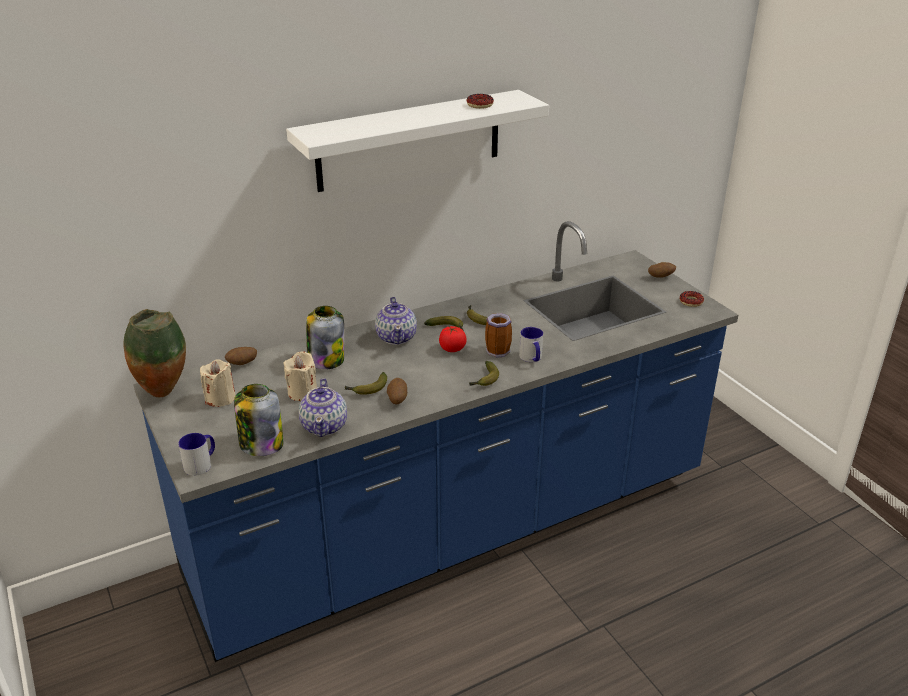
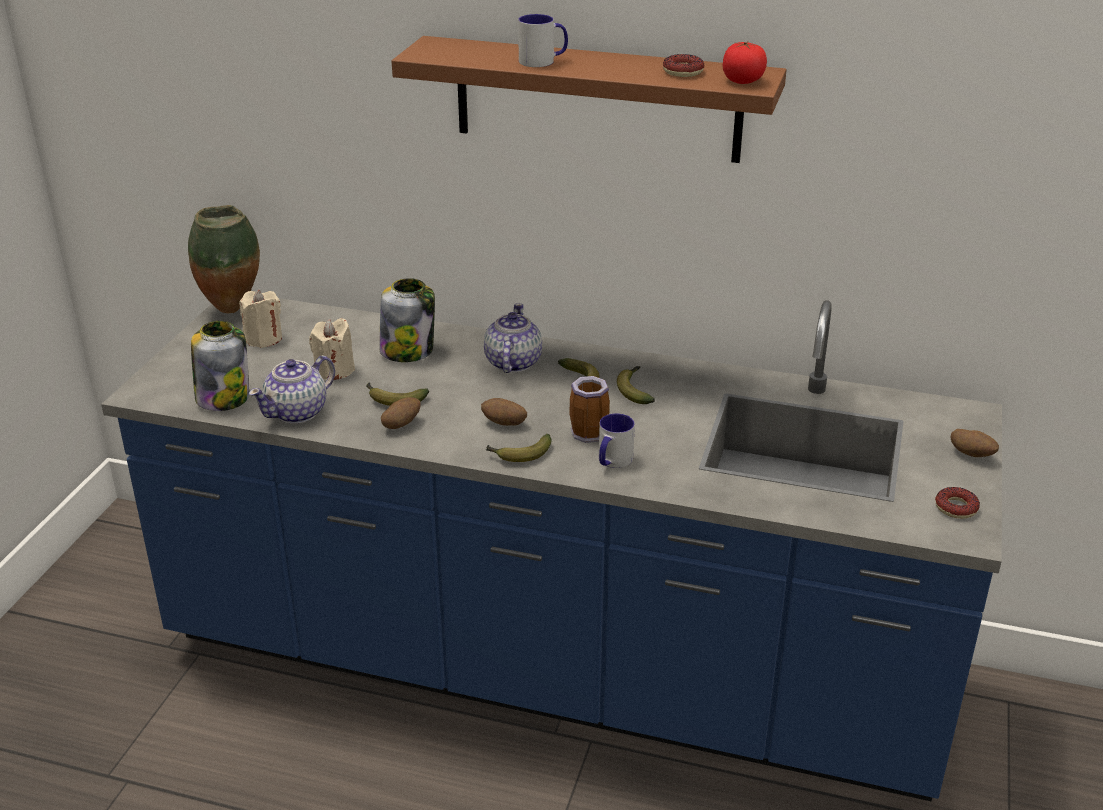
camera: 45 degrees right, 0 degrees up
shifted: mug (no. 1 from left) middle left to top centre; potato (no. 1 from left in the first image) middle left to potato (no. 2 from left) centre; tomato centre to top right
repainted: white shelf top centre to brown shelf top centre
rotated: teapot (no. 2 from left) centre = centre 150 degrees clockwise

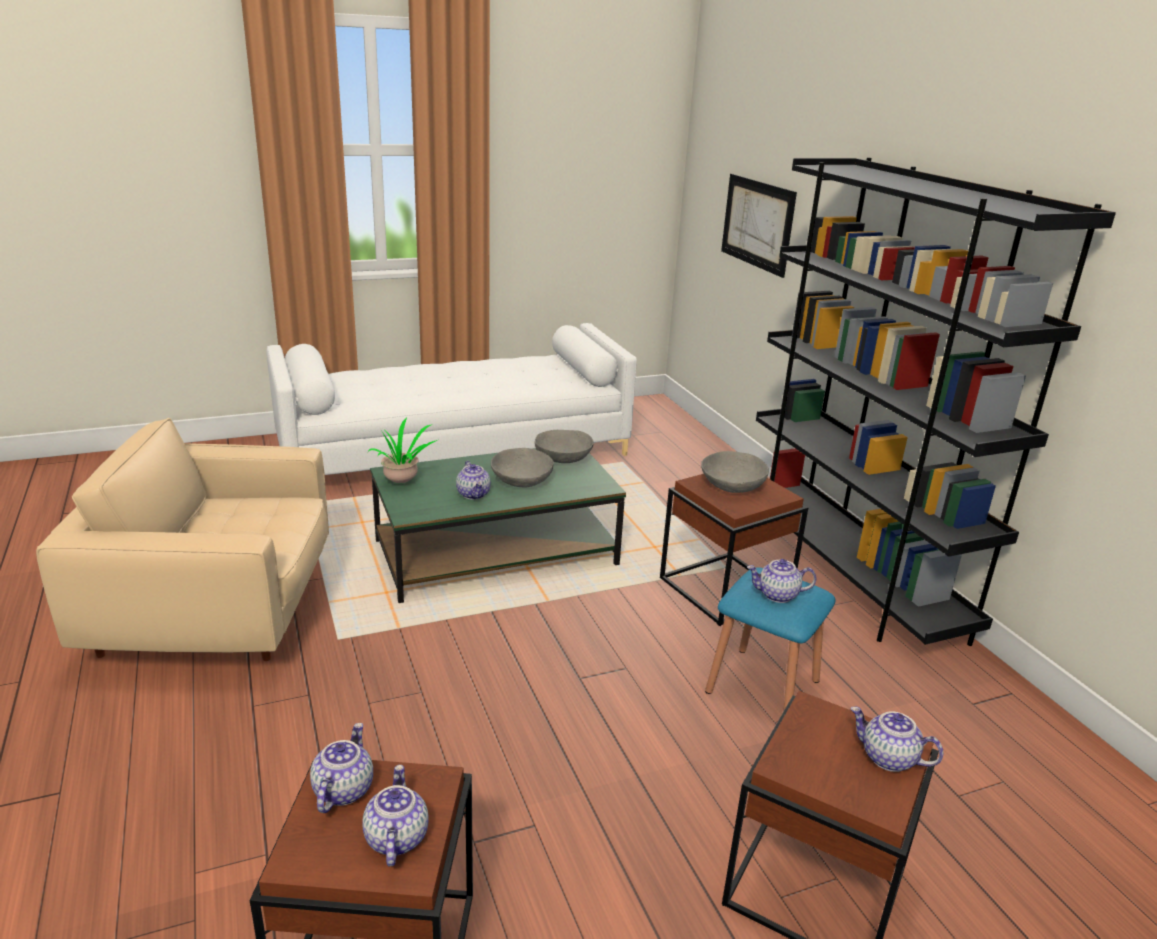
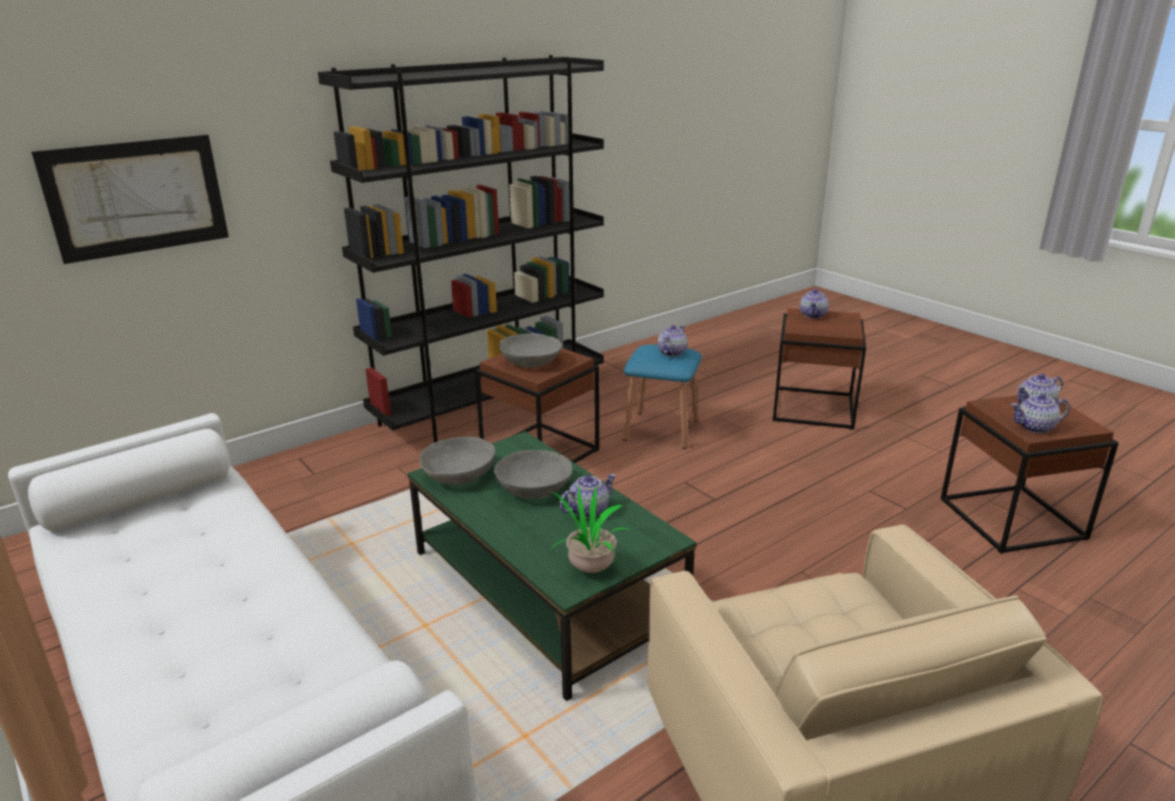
camera: 105 degrees left, 0 degrees up
rotated: teapot (no. 4 from left in the first image) middle right = centre 135 degrees counterclockwise

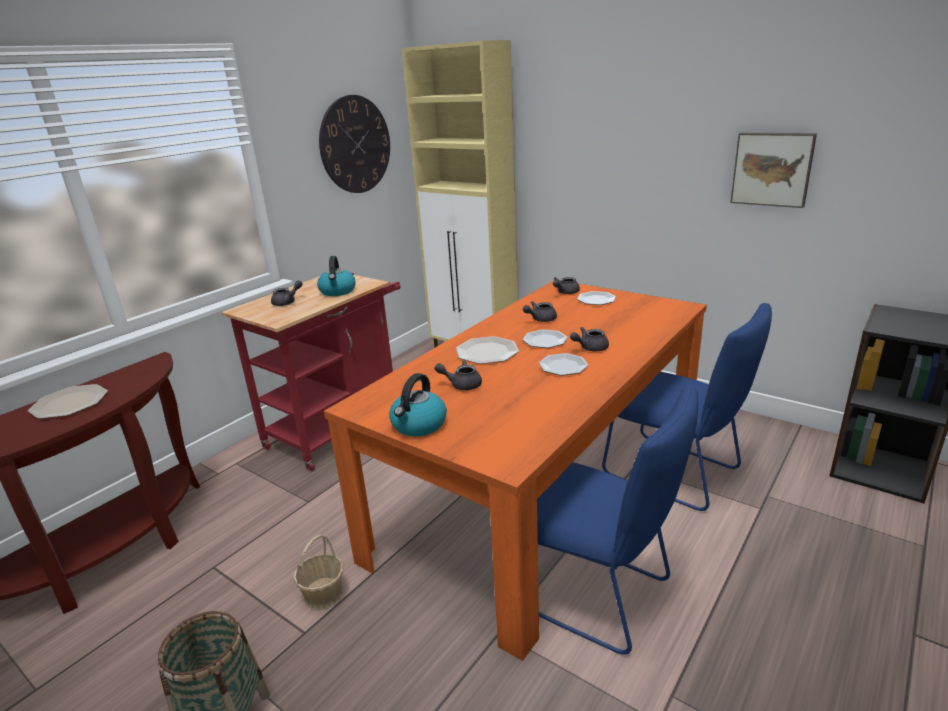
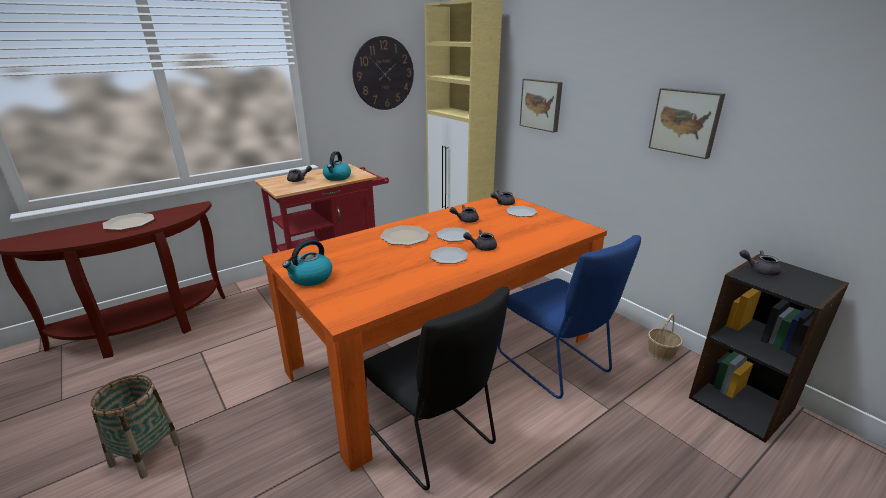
camera: 15 degrees right, 0 degrees up
new: picture (no. 1 from left) top centre
shifted: basket (no. 2 from left) bottom centre to bottom right; grey teapot (no. 2 from left in the first image) centre to grey teapot (no. 5 from left) middle right
repainted: blue chair (no. 1 from left) bottom centre to black chair bottom centre

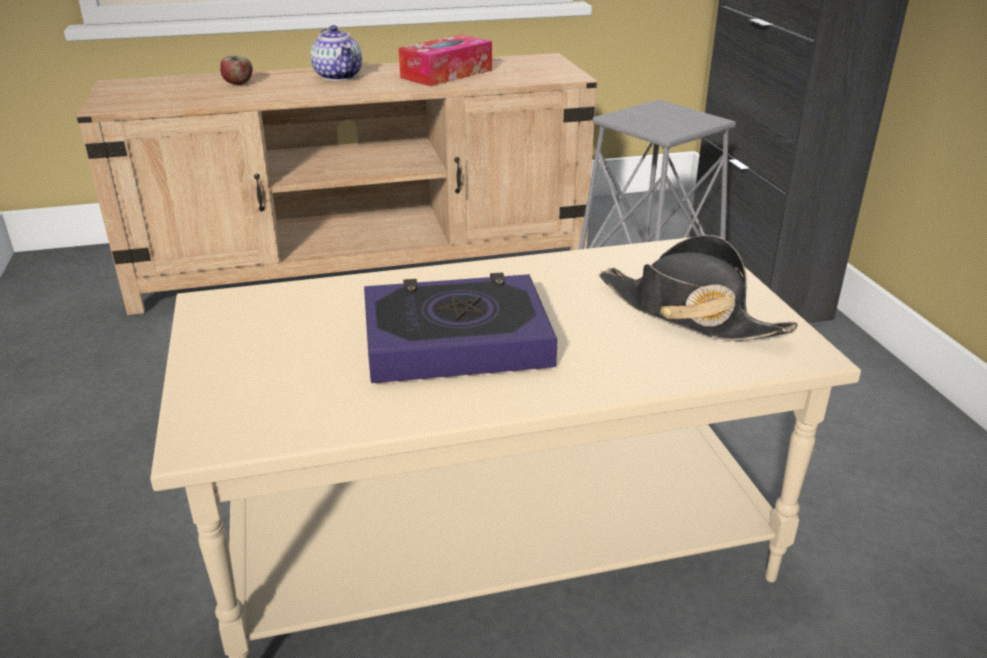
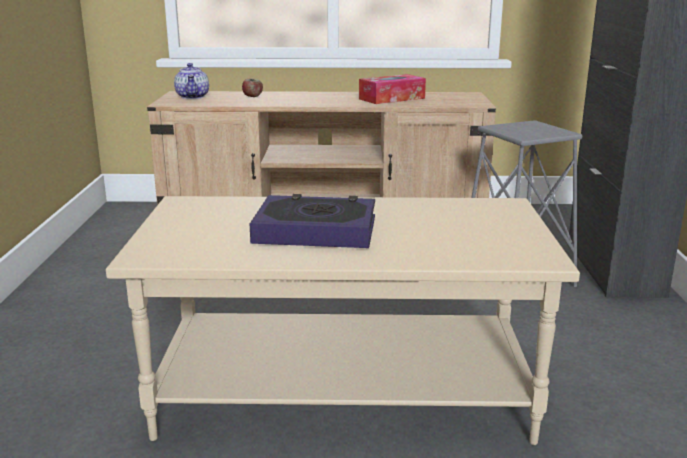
camera: 15 degrees right, 10 degrees down
gone: black hat middle right
shifted: teapot top centre to top left

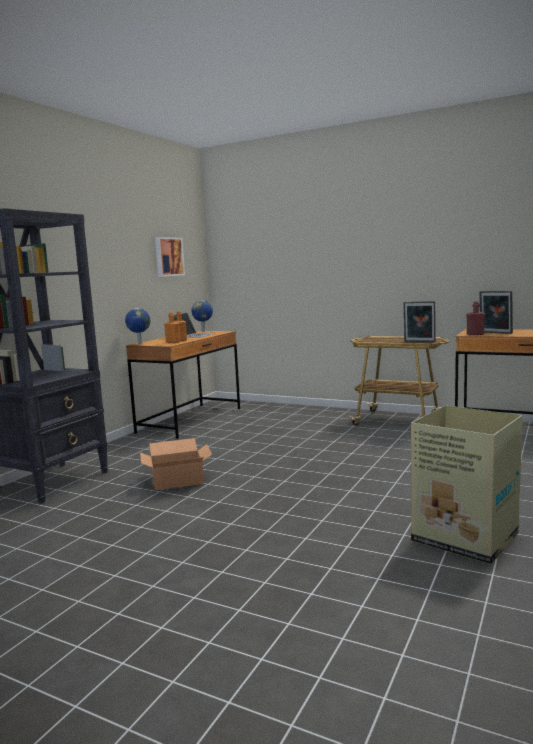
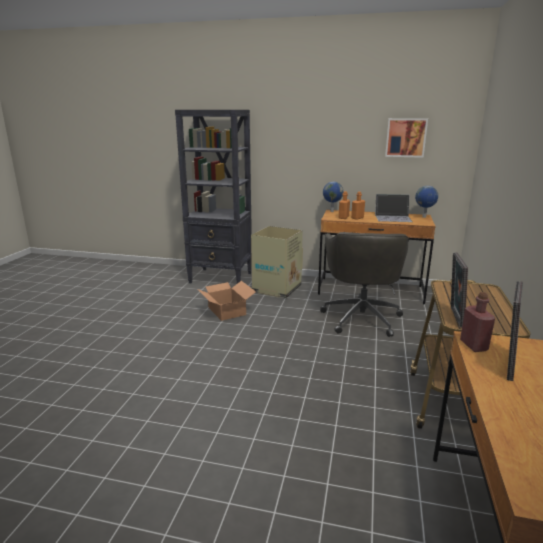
camera: 75 degrees right, 10 degrees up
new: grey office chair middle right
shifted: cardboard box (no. 2 from left) middle right to centre

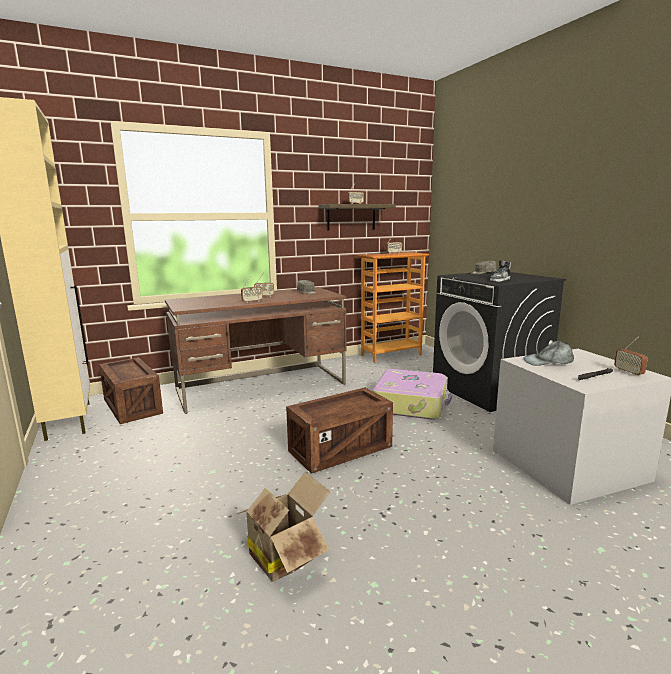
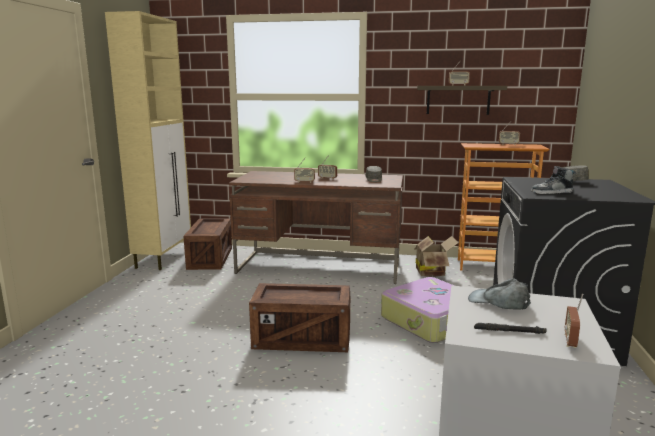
camera: 35 degrees right, 0 degrees up
shifted: cardboard box bottom centre to centre

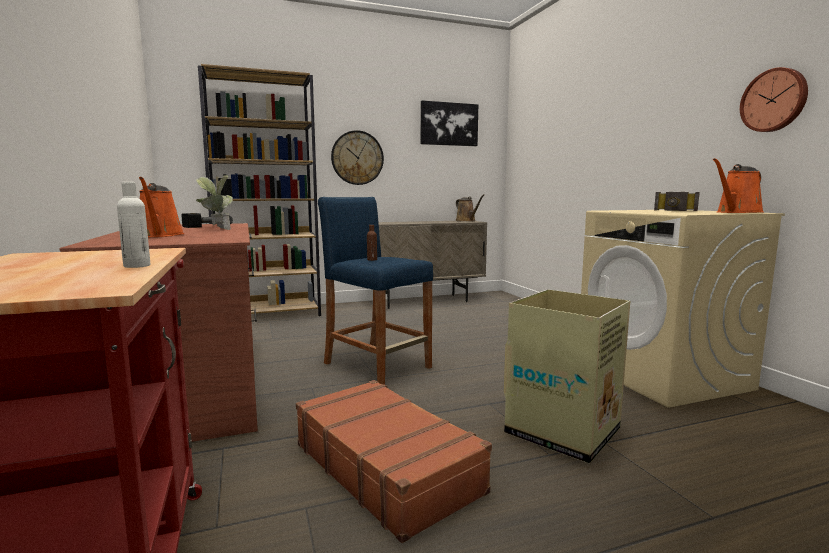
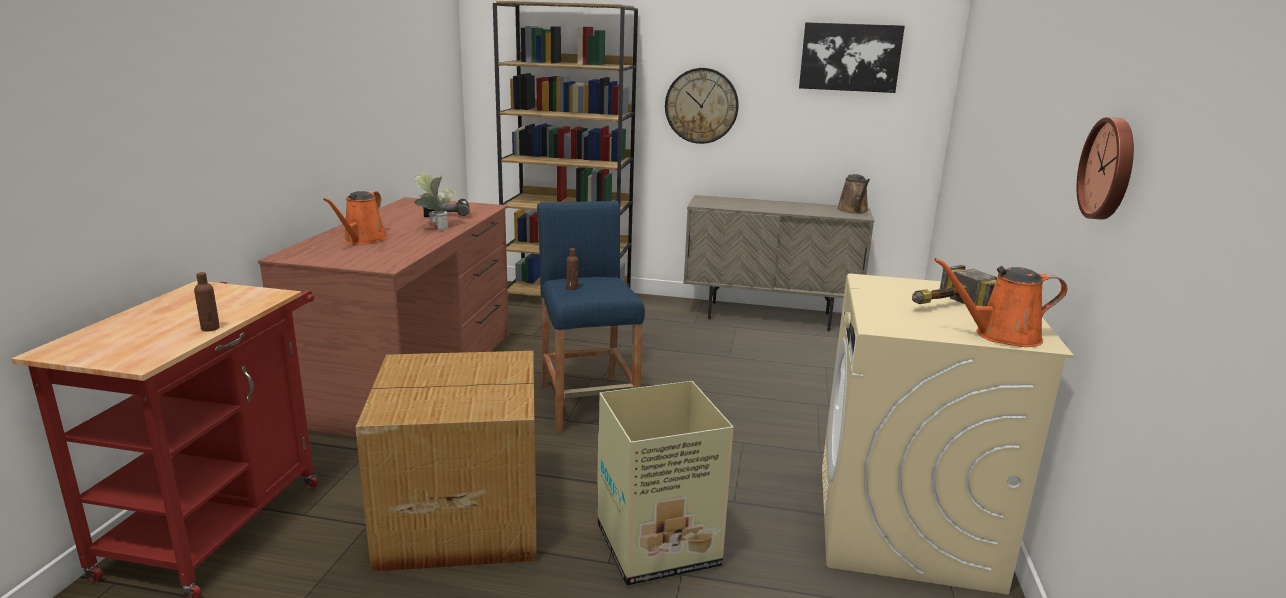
camera: 30 degrees right, 10 degrees up
swapped: brown suitcase bottom centre to cardboard box (no. 1 from left) bottom centre
repainted: white bottle middle left to brown bottle (no. 1 from left) middle left

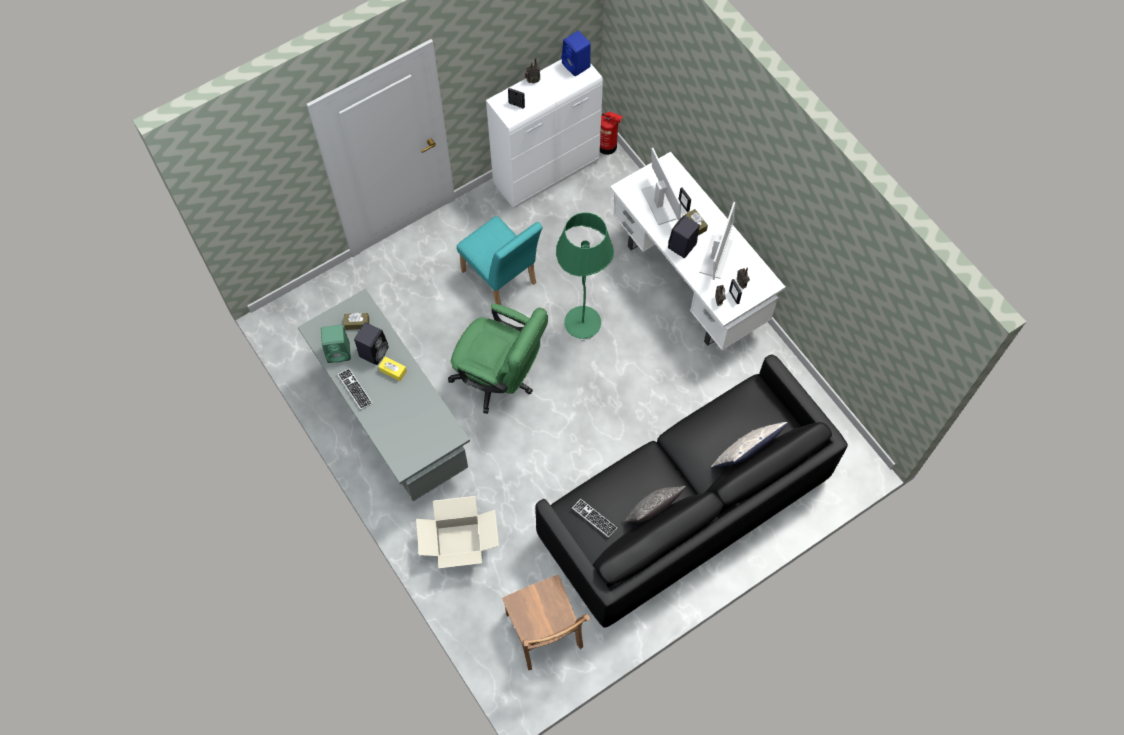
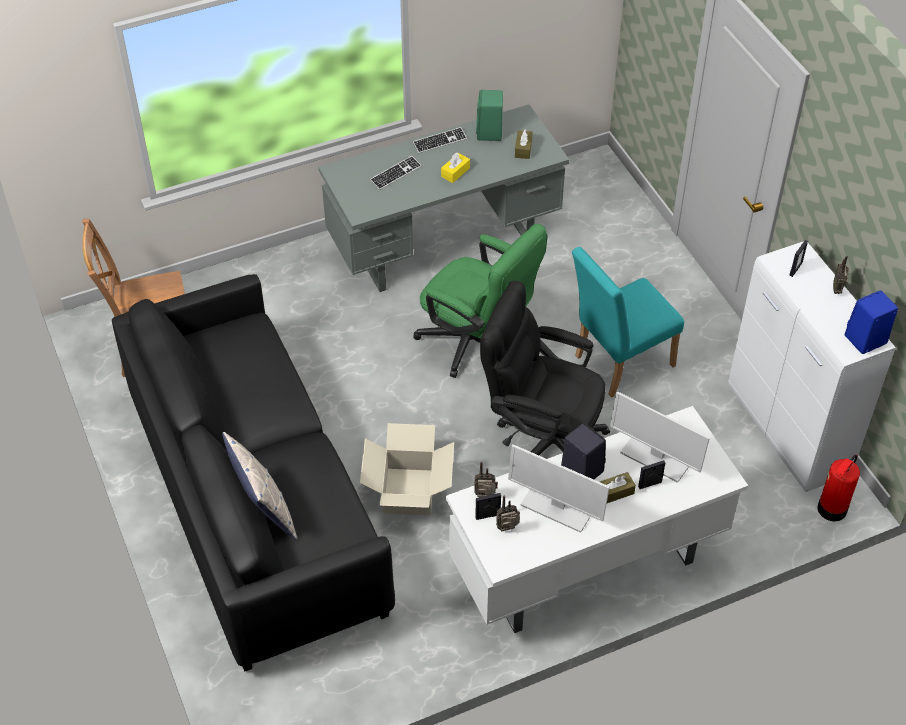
camera: 100 degrees right, 15 degrees down
gone: black speaker (no. 1 from left) middle left; pillow (no. 1 from left) bottom centre
shifted: cardboard box bottom centre to centre; keyboard (no. 2 from left in the first image) bottom centre to keyboard (no. 1 from left) top centre
swapped: green floor lamp centre to black office chair centre
rotated: green office chair centre = centre 90 degrees counterclockwise; monitor (no. 1 from left in the first image) top centre = middle right 45 degrees clockwise

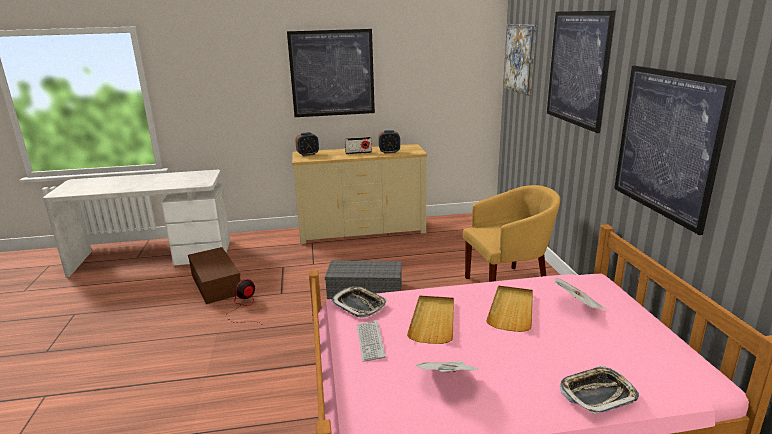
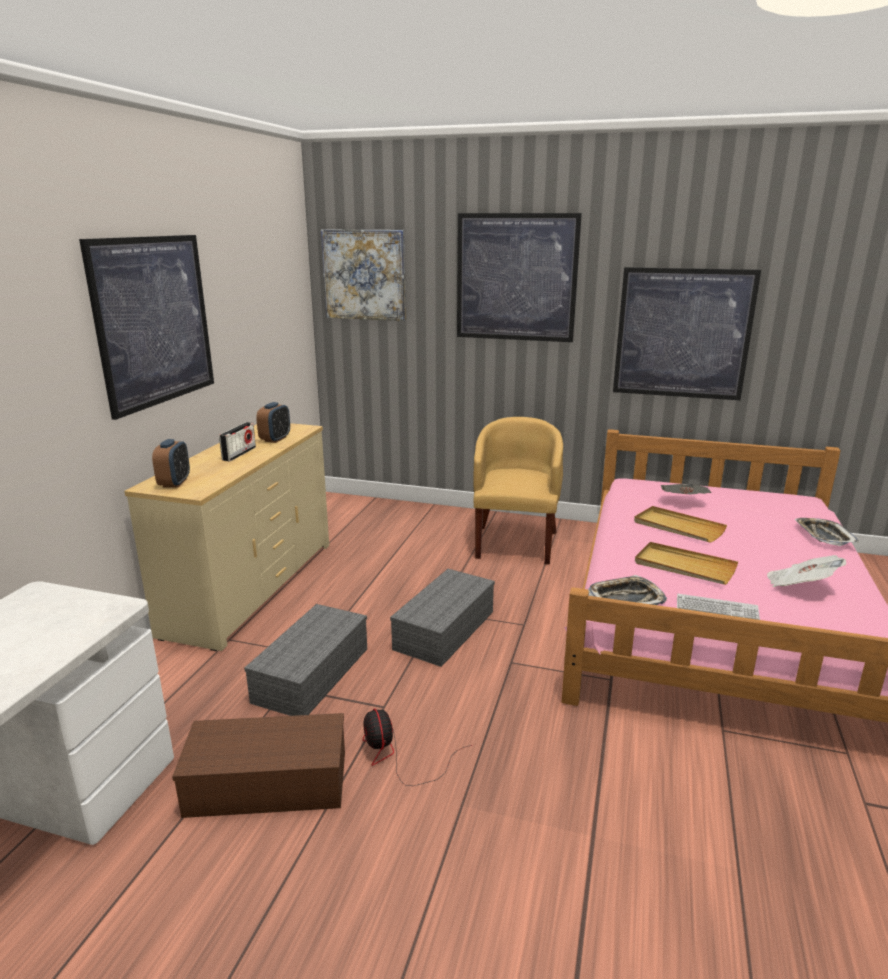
camera: 65 degrees left, 0 degrees up
new: grey storage box (no. 1 from left) bottom centre

